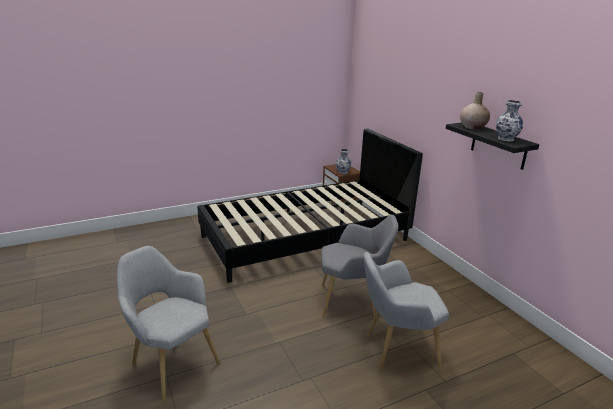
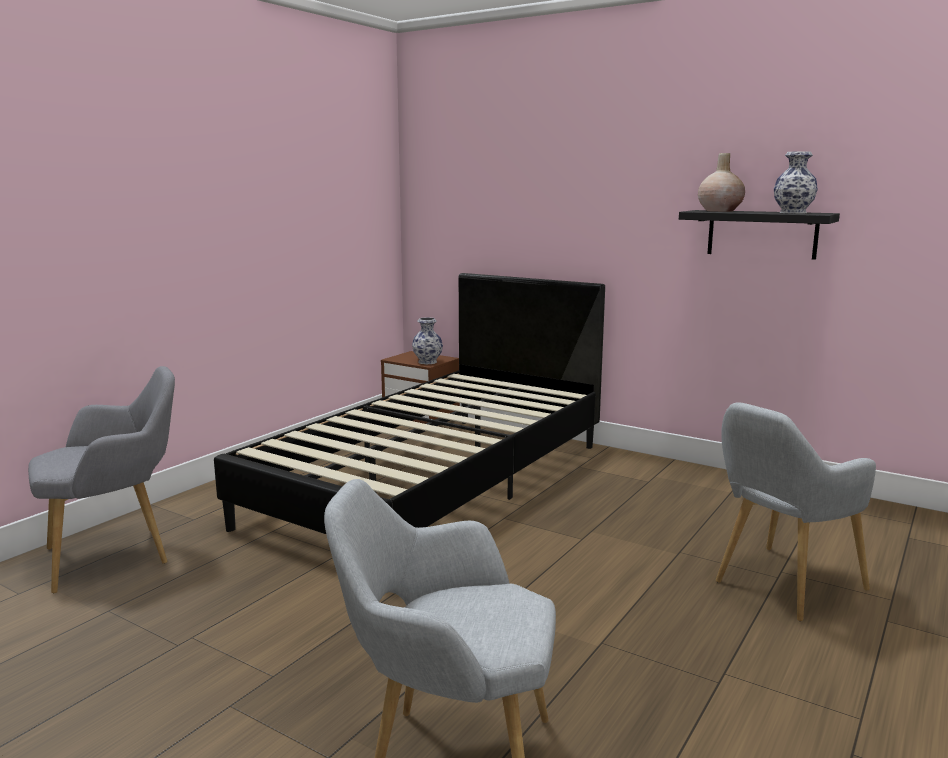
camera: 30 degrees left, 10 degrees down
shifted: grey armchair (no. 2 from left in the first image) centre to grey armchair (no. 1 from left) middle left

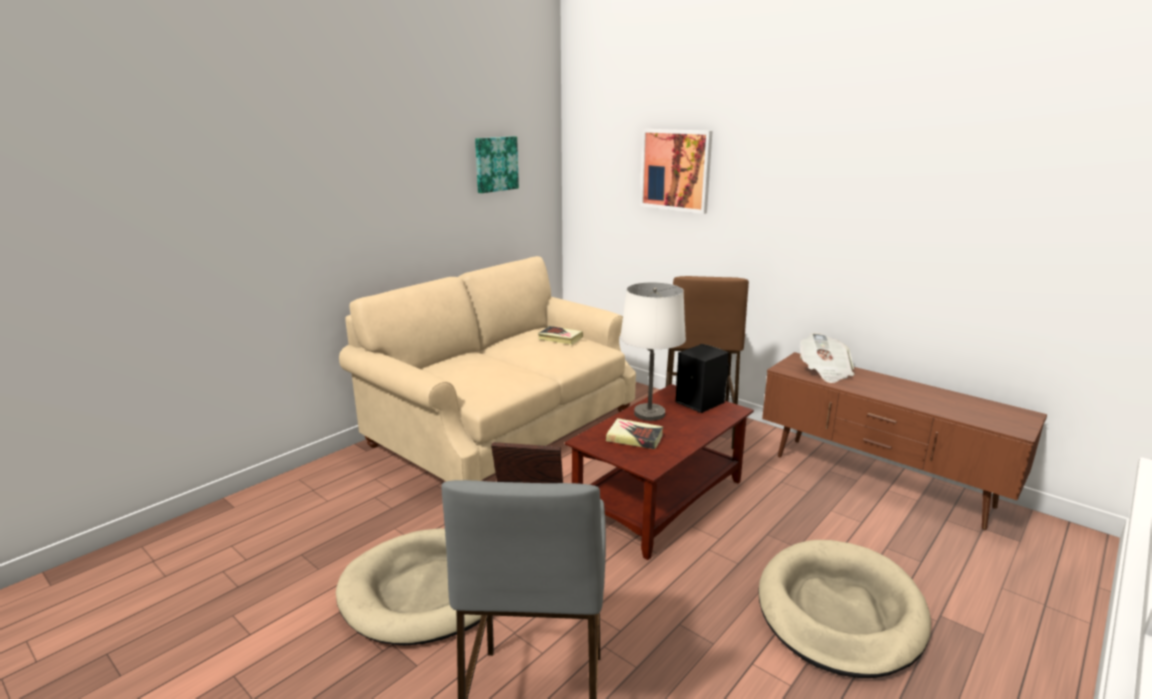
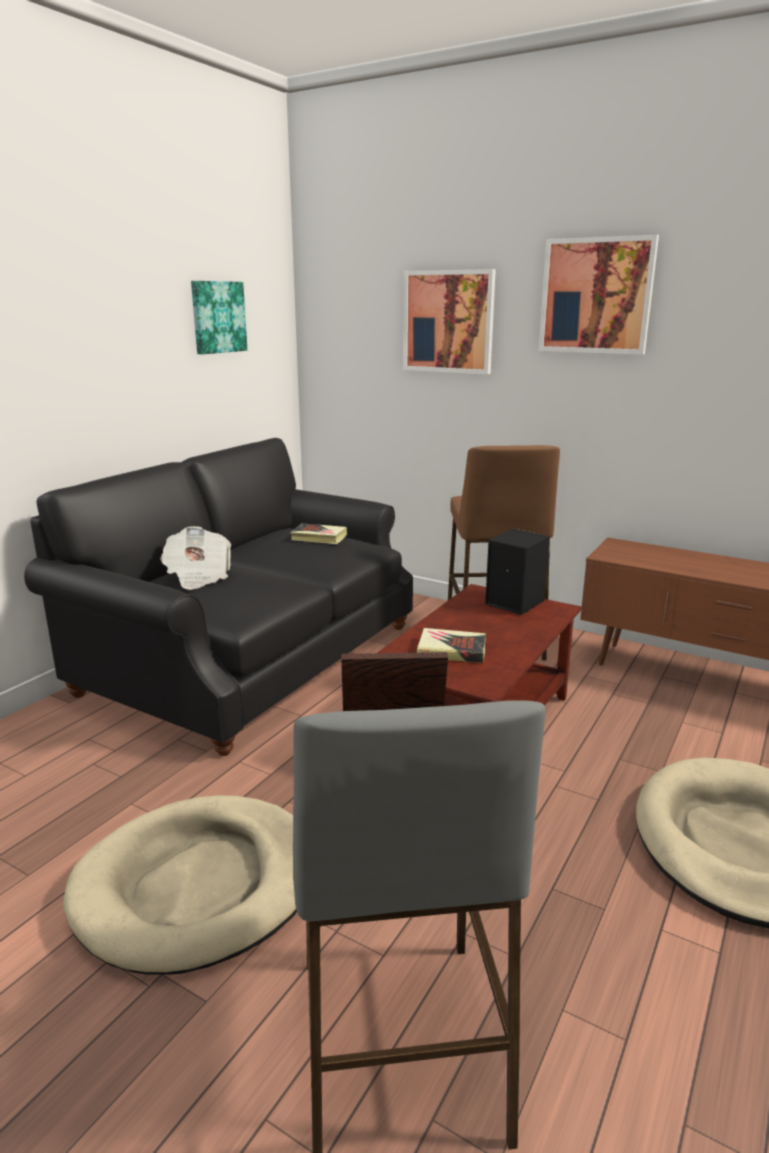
camera: 10 degrees left, 0 degrees up
gone: white table lamp centre
new: picture (no. 3 from left) top right
shifted: newspaper middle right to middle left
repainted: beige sofa centre to black sofa middle left

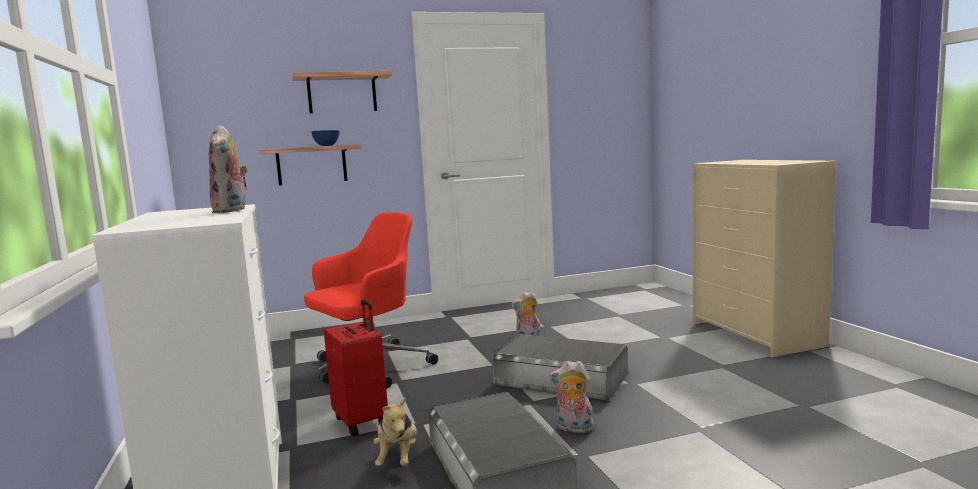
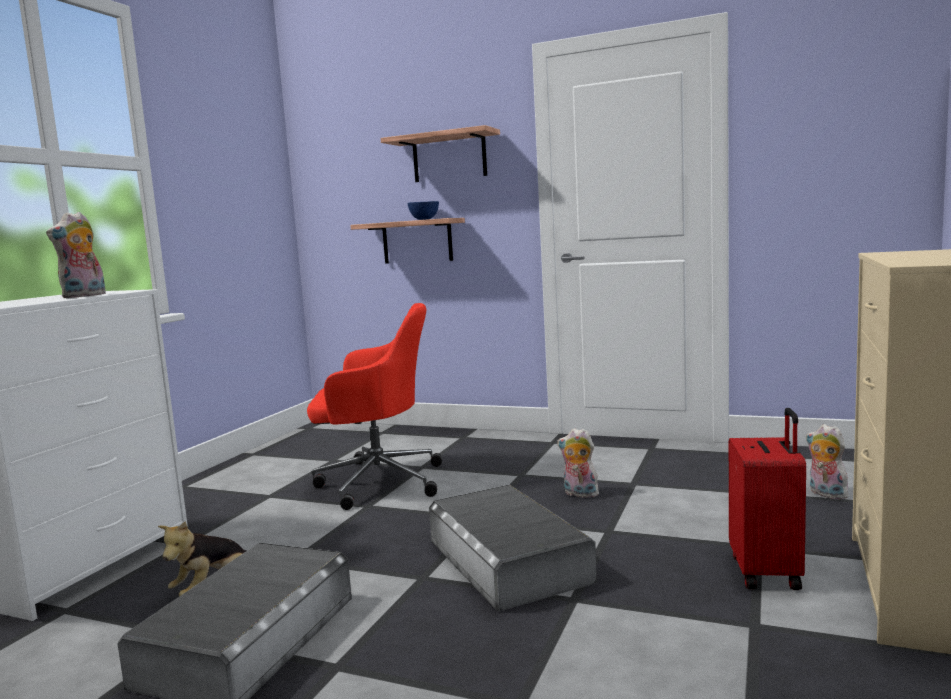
camera: 40 degrees right, 0 degrees up
shifted: red suitcase bottom centre to bottom right; plush toy (no. 4 from left) bottom centre to middle right

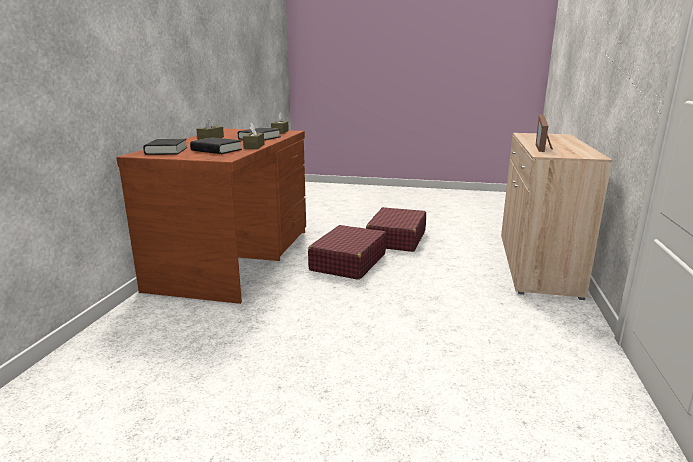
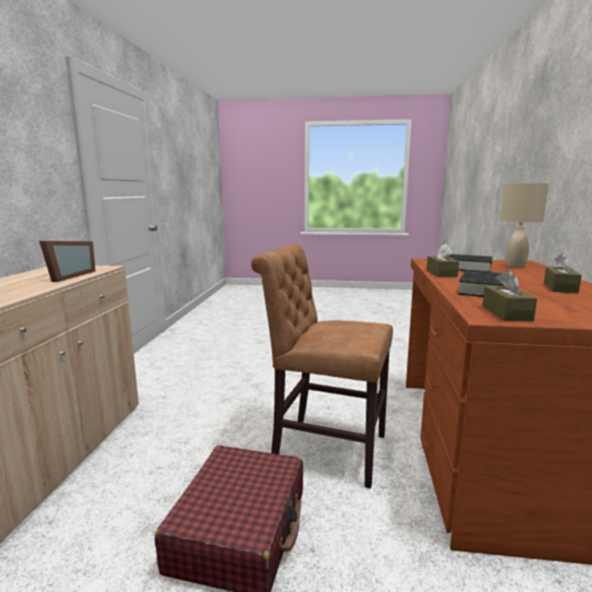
camera: 175 degrees right, 5 degrees down
swapped: black book (no. 1 from left) top left to beige table lamp middle right; red suitcase (no. 1 from left) centre to brown chair centre

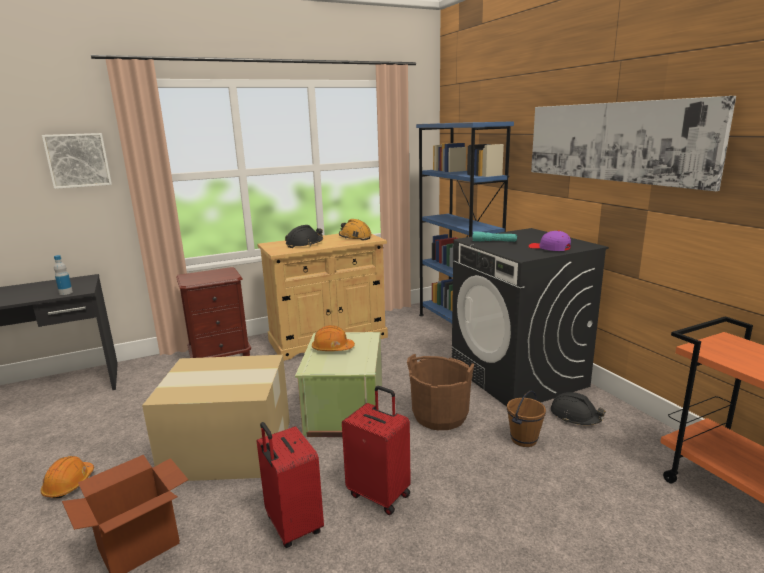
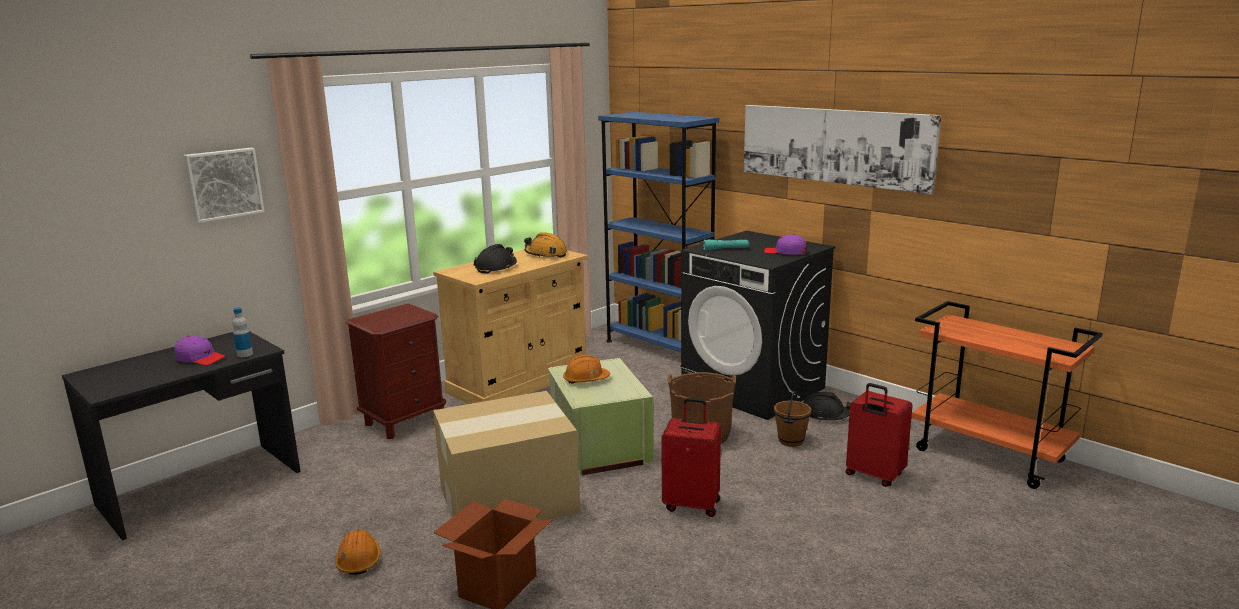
camera: 20 degrees left, 0 degrees up
new: purple cap (no. 1 from left) middle left
shifted: red suitcase (no. 1 from left in the first image) bottom centre to red suitcase (no. 2 from left) bottom right

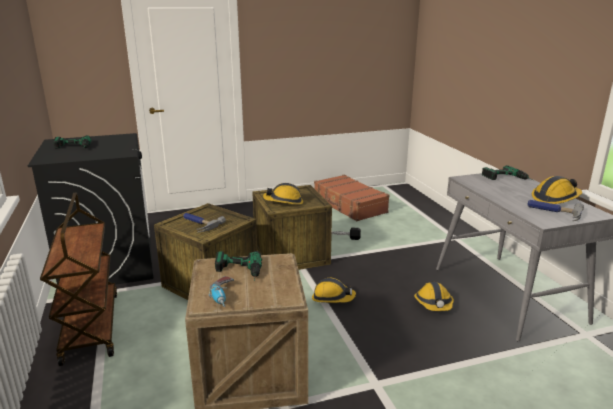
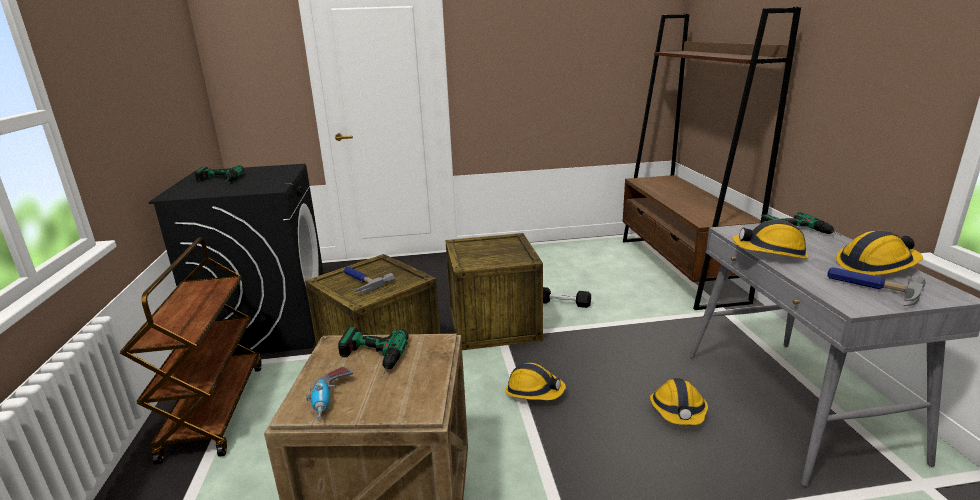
camera: 10 degrees right, 0 degrees up
gone: brown suitcase centre
new: brown bookcase top right
shifted: hard hat (no. 1 from left in the first image) centre to hard hat (no. 3 from left) middle right

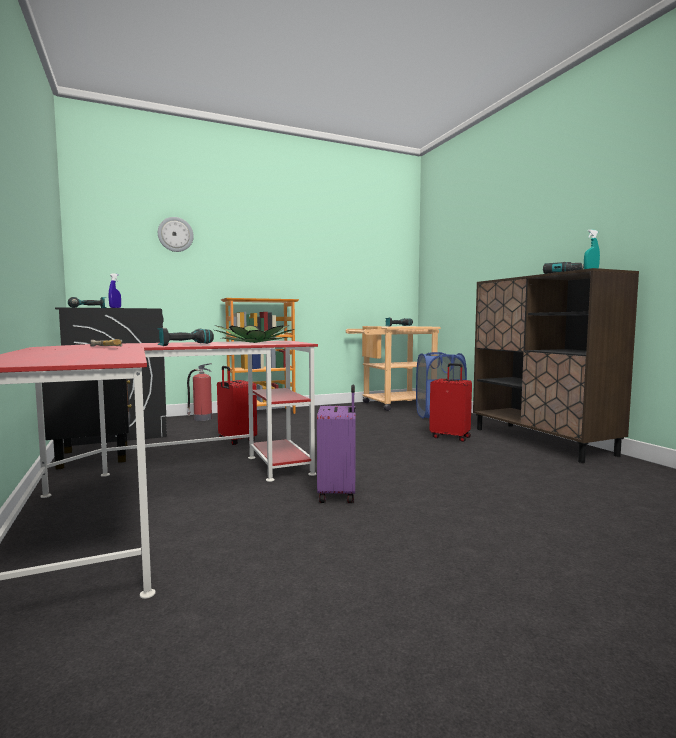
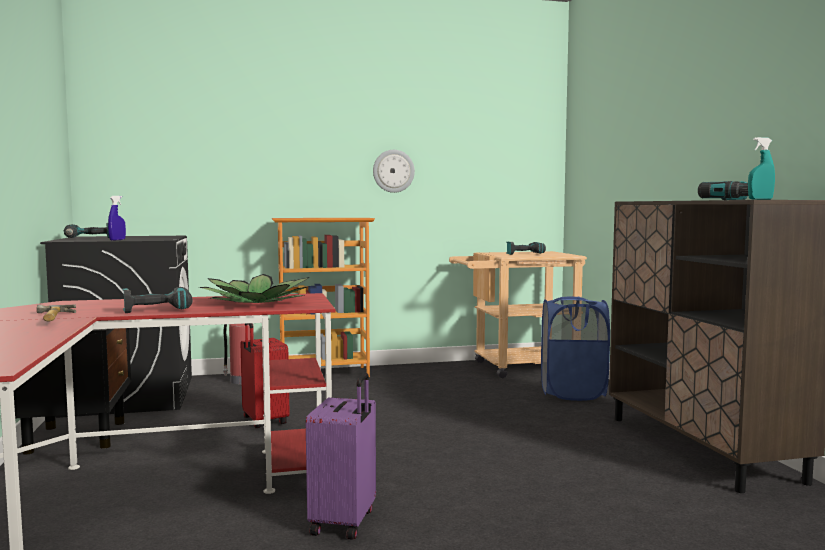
camera: 10 degrees right, 0 degrees up
gone: red suitcase (no. 2 from left) centre
shifted: wall clock top left to top centre

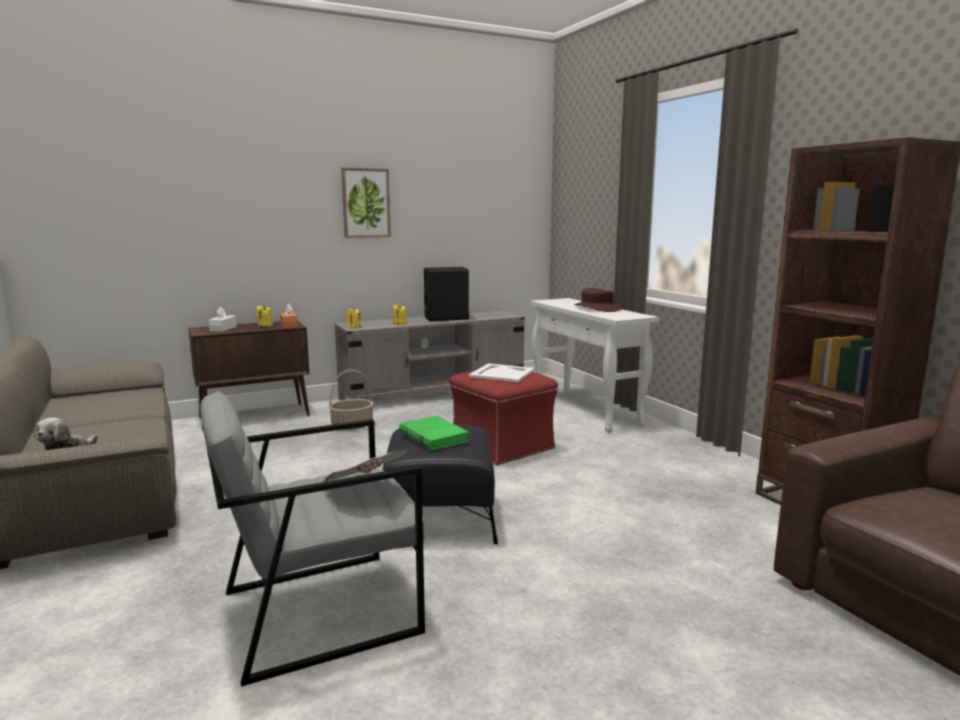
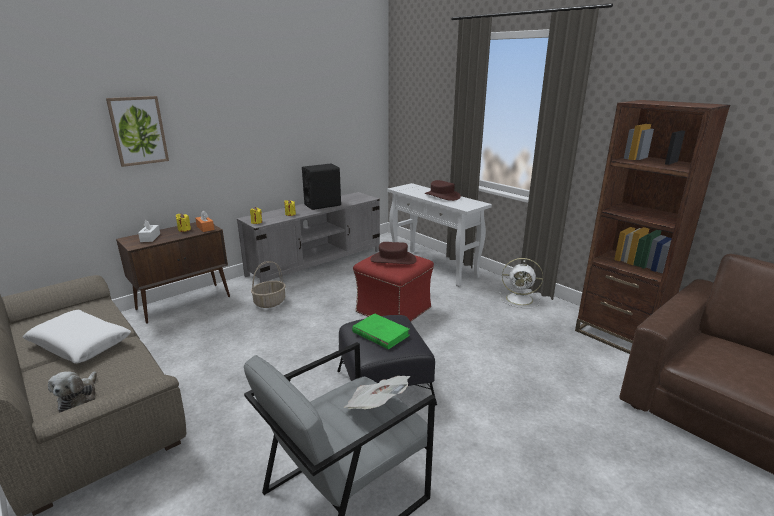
camera: 15 degrees left, 10 degrees up
new: white pillow middle left; white fan middle right
shifted: picture top centre to top left
swapped: white tray centre to brown hat (no. 1 from left) centre

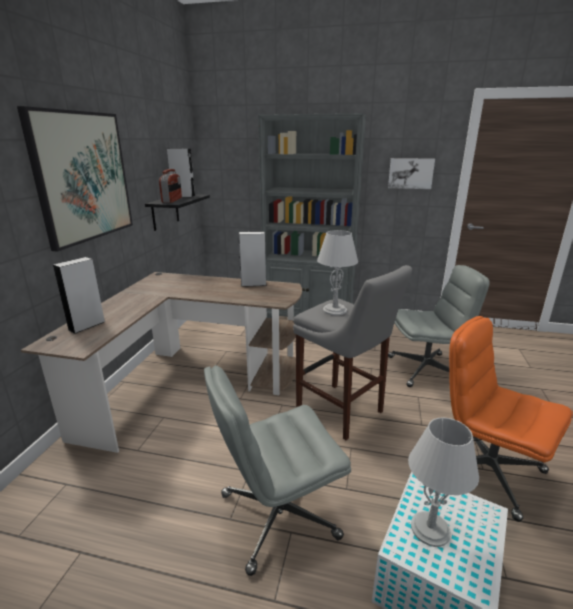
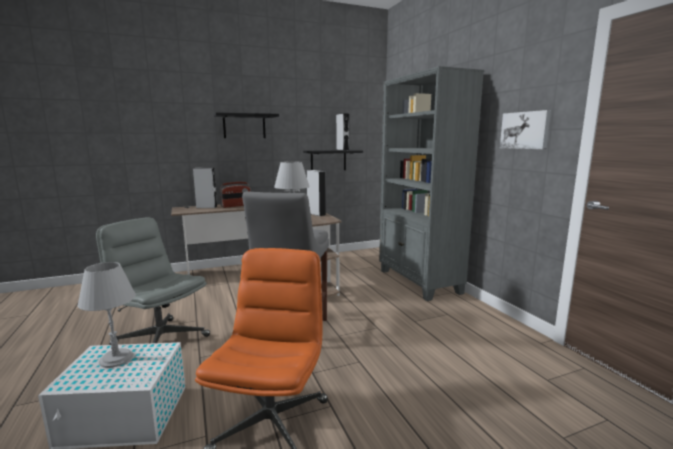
camera: 55 degrees right, 10 degrees down
gone: grey office chair (no. 2 from left) middle right
shifted: radio top left to centre
swapped: picture (no. 1 from left) top left to black shelf (no. 1 from left) top centre

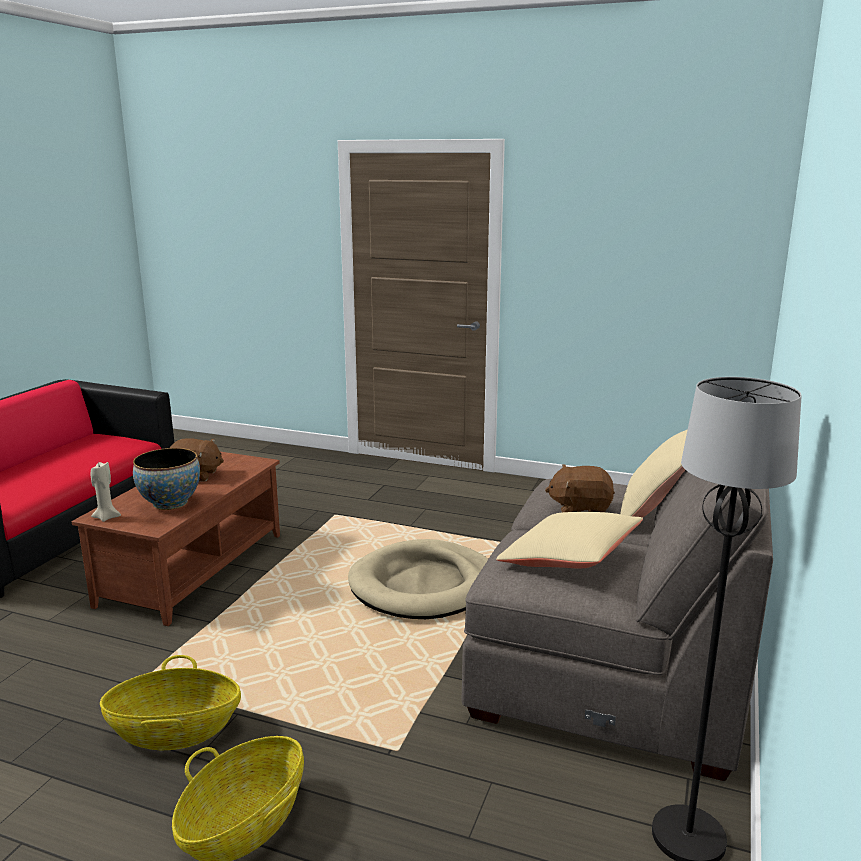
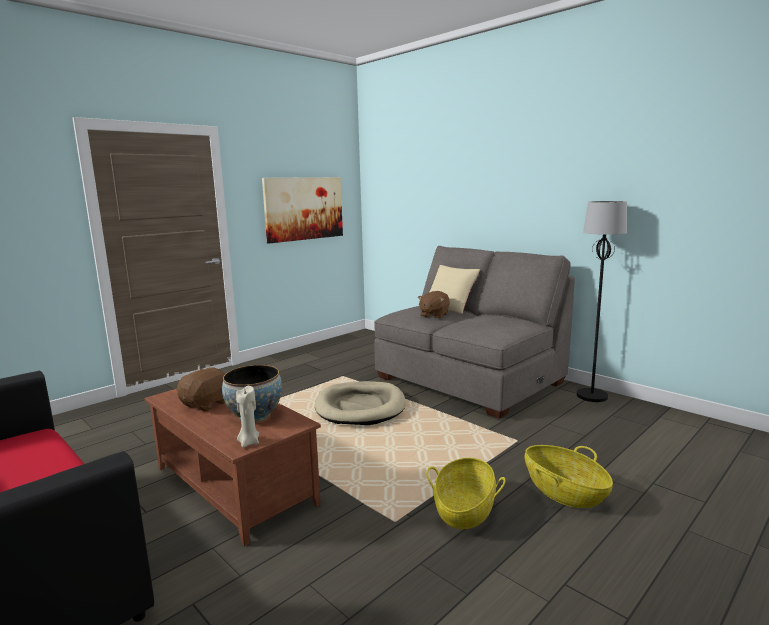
camera: 65 degrees left, 5 degrees down
gone: beige pillow (no. 1 from left) centre
new: picture centre

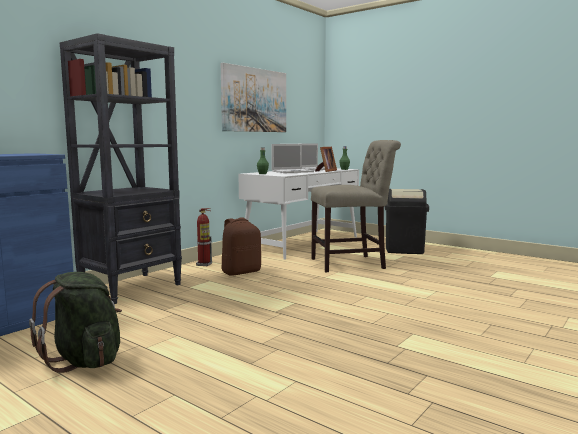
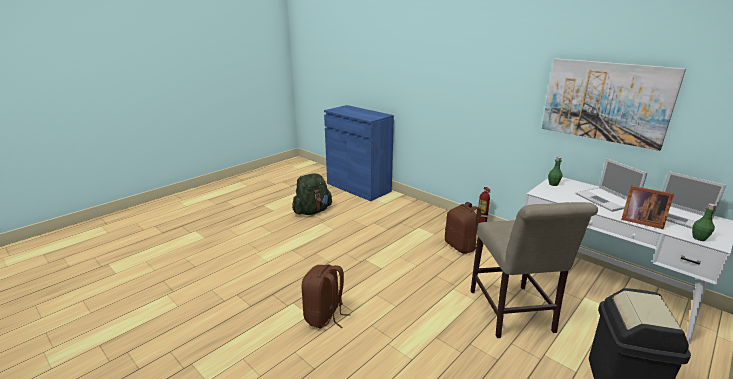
camera: 95 degrees right, 15 degrees up
gone: black bookcase middle left
new: brown backpack (no. 1 from left) bottom centre

